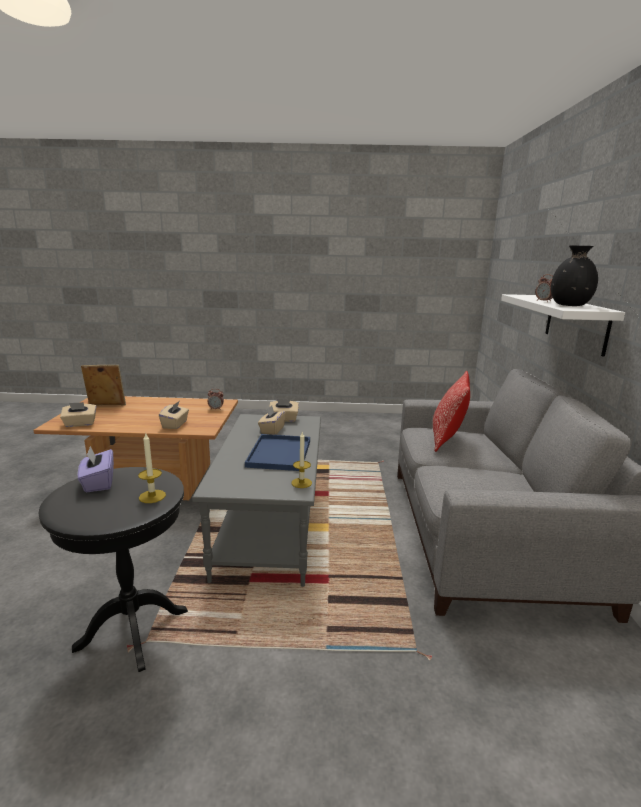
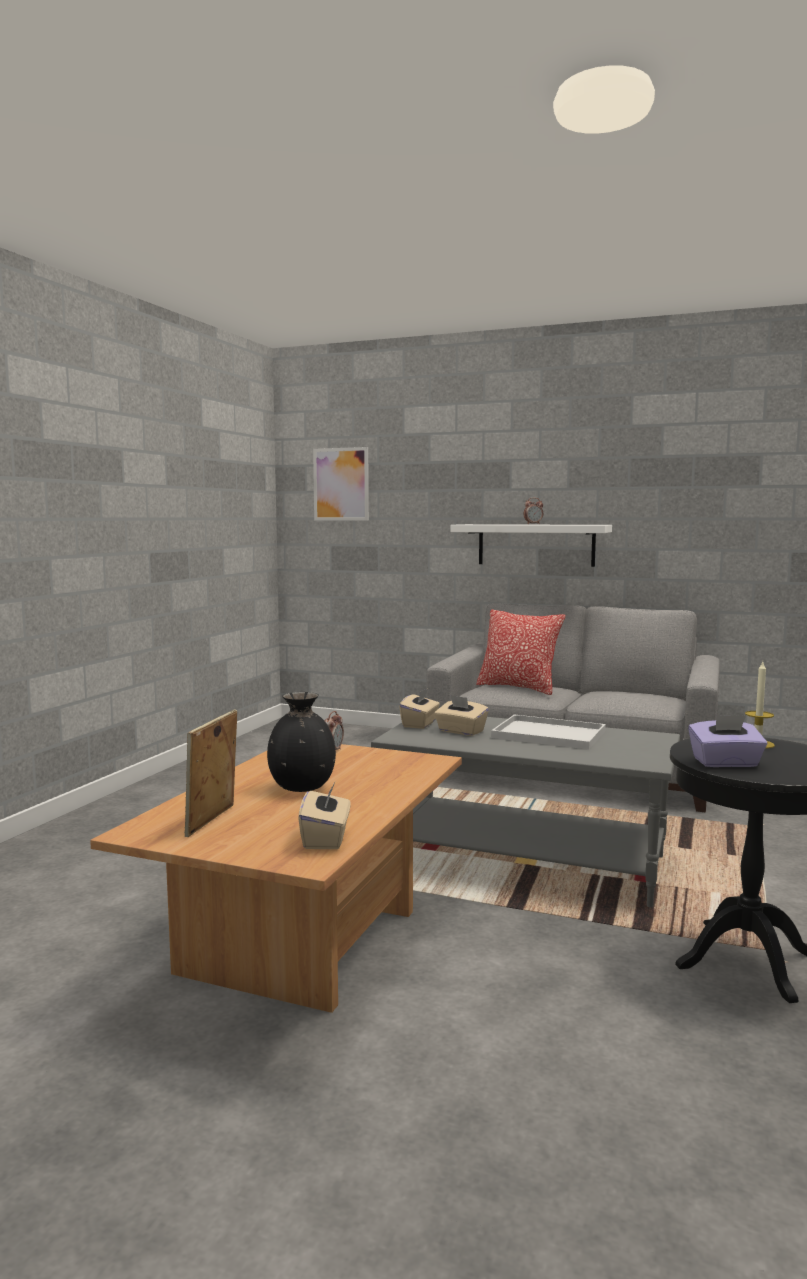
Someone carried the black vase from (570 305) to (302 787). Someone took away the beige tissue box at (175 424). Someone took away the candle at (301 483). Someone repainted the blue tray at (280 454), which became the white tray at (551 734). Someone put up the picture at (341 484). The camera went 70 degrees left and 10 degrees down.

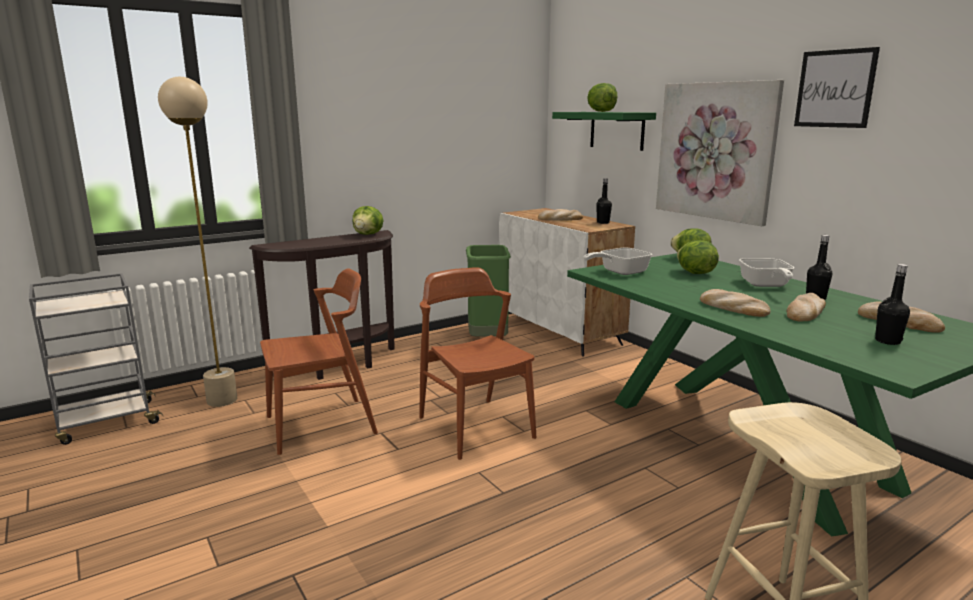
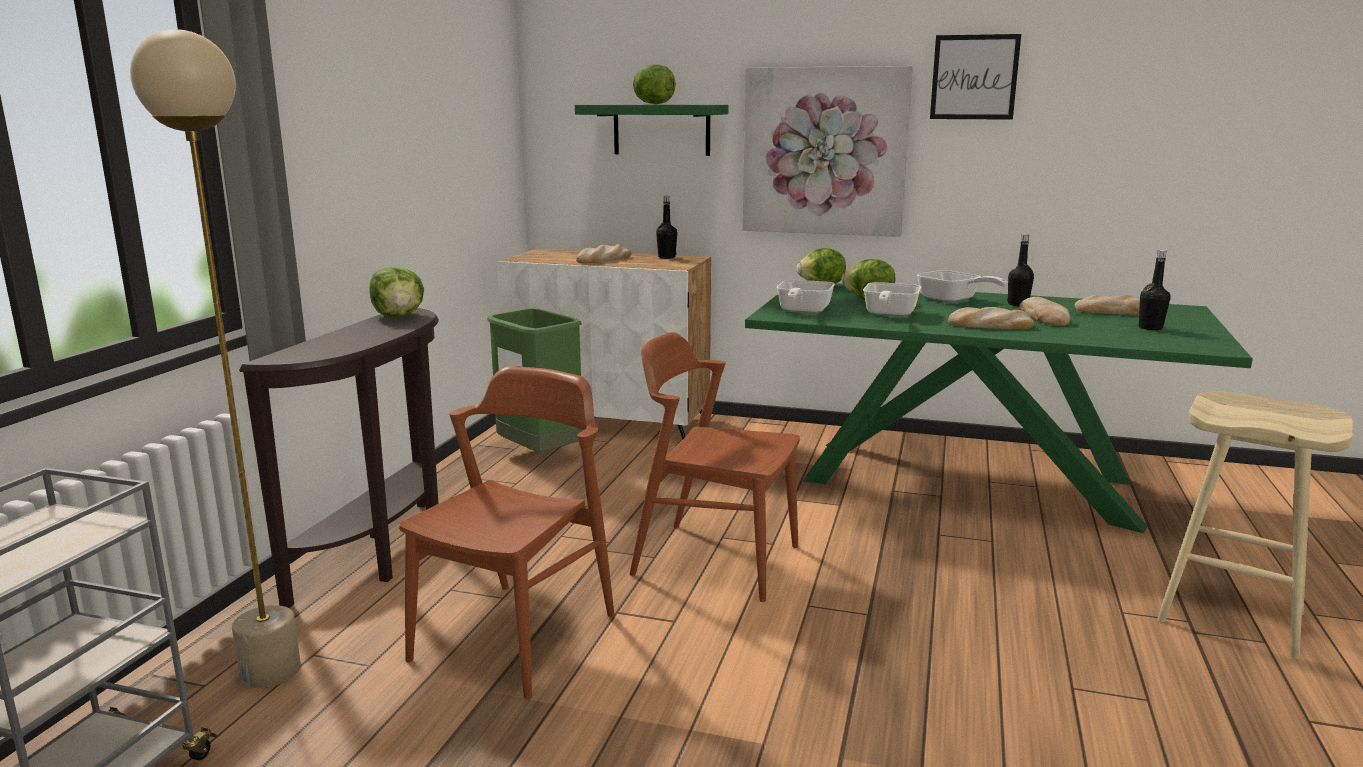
Someone put down the frying pan at (888 314). The camera went 40 degrees left and 0 degrees up.

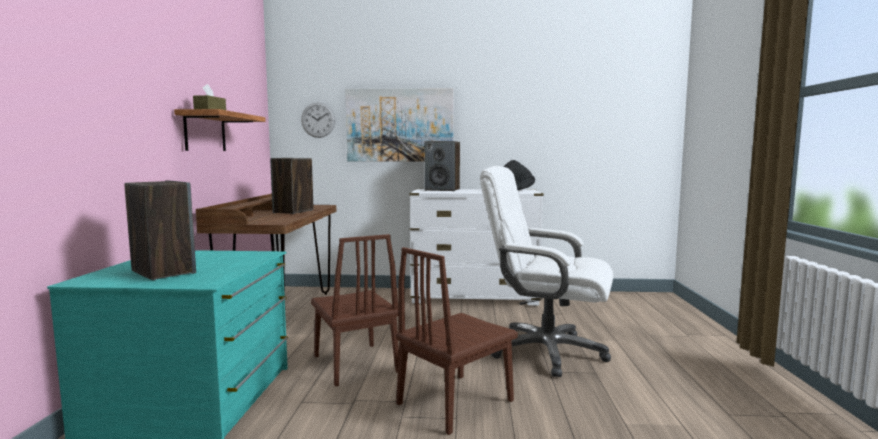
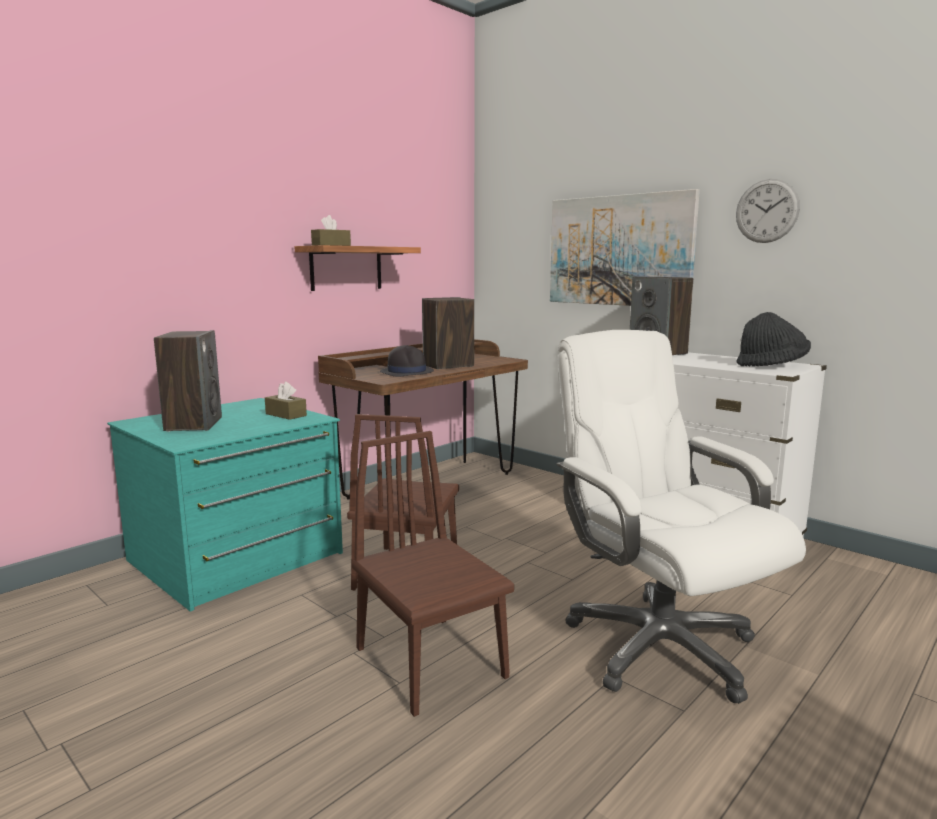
Someone carried the wall clock from (318 120) to (767 211). Someone rotated the brown chair at (455 402) by 60 degrees clockwise. Someone put down the black hat at (407 372). Someone put down the brown tissue box at (286 415). The camera went 40 degrees right and 5 degrees up.

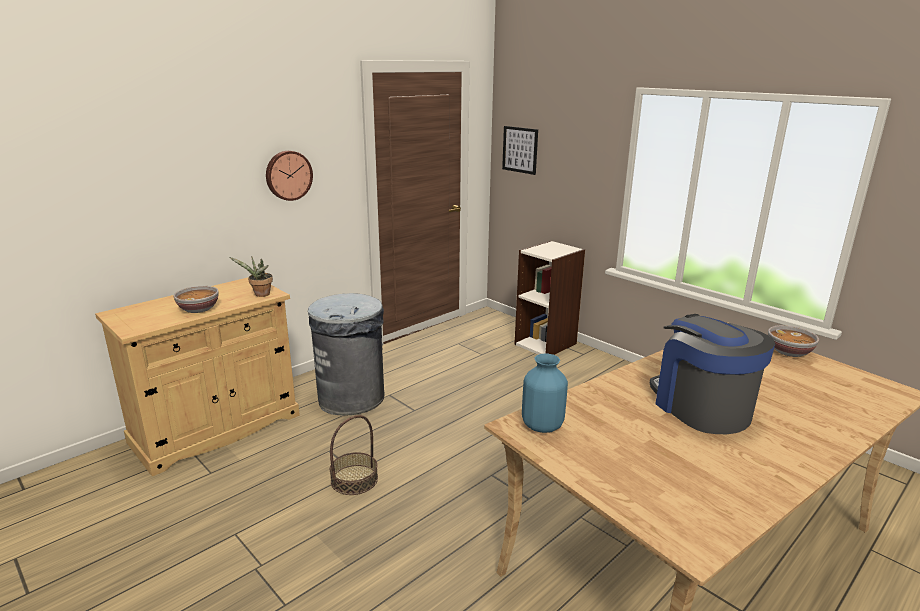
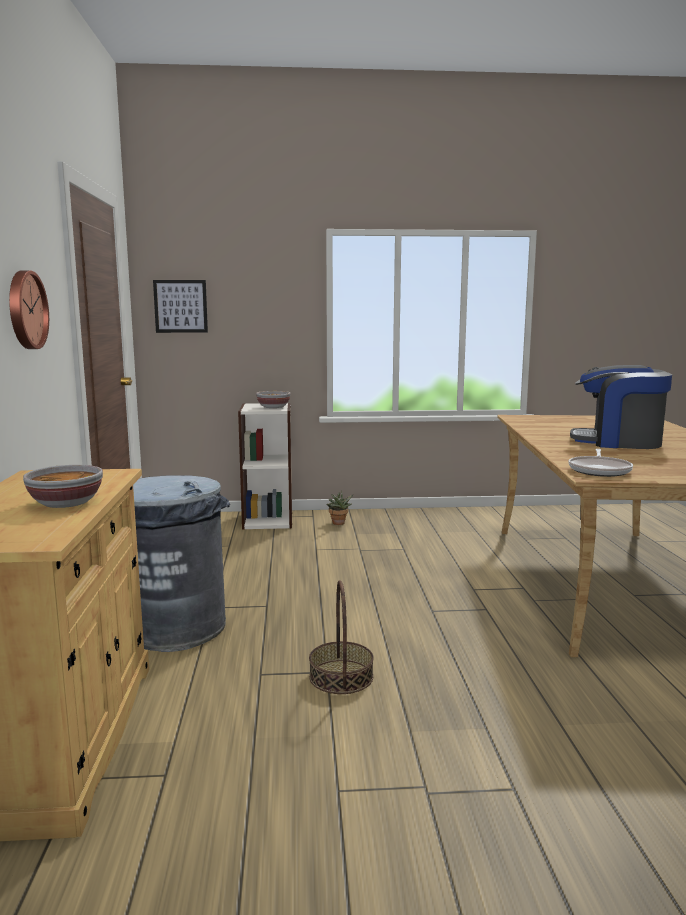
Someone carried the potted plant from (260 295) to (338 523). Someone carried the bowl from (789 352) to (273 407). Someone swapped the blue vase at (543 426) for the frying pan at (599 470). The camera went 50 degrees left and 10 degrees down.

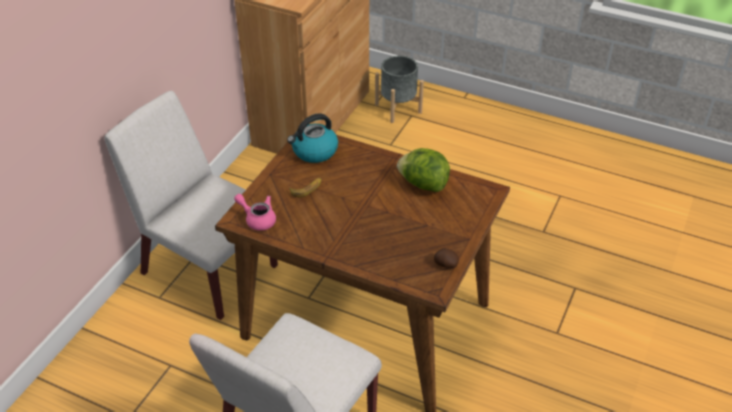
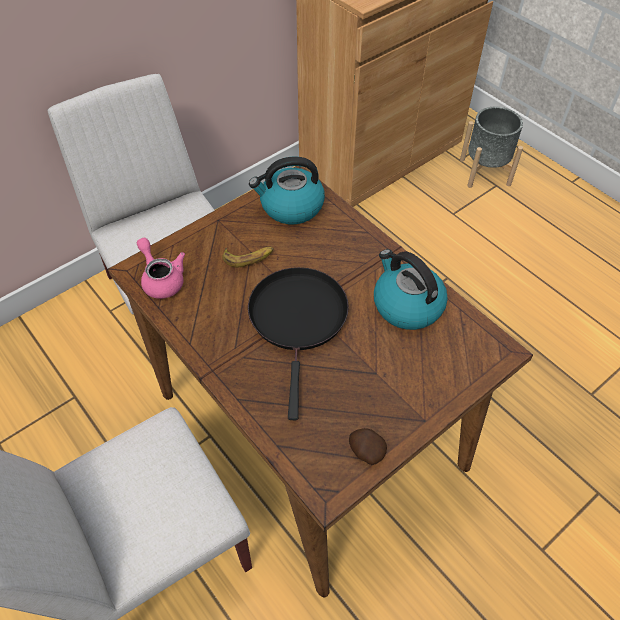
Someone swapped the lettuce at (423 184) for the kettle at (406 305). Someone put down the black frying pan at (298 320). The camera went 25 degrees right and 10 degrees up.

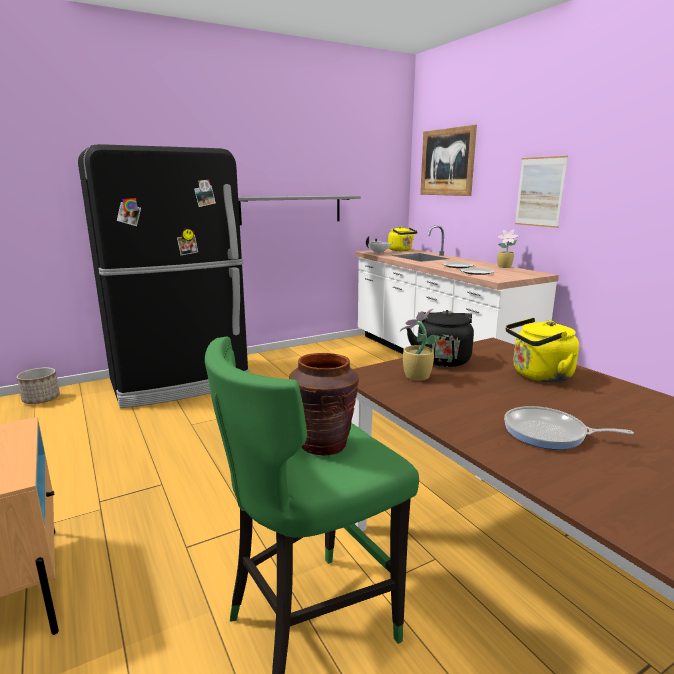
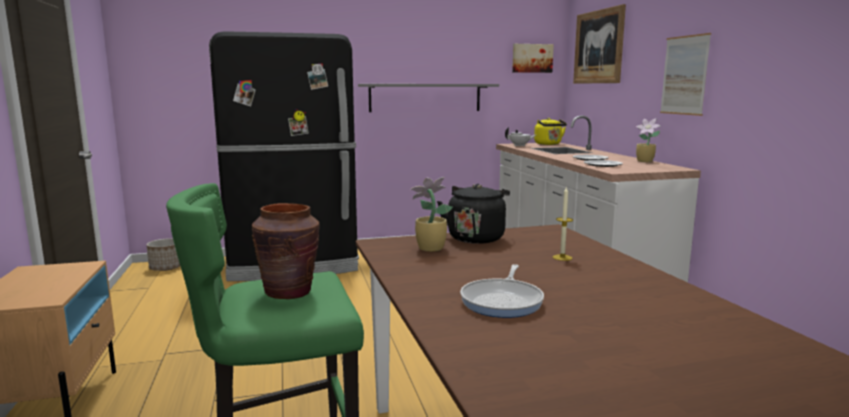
Someone swapped the yellow kettle at (538 376) for the candle at (562 257). Someone rotated the frying pan at (549 433) by 105 degrees counterclockwise. Someone put up the picture at (532 58). The camera went 15 degrees right and 5 degrees down.

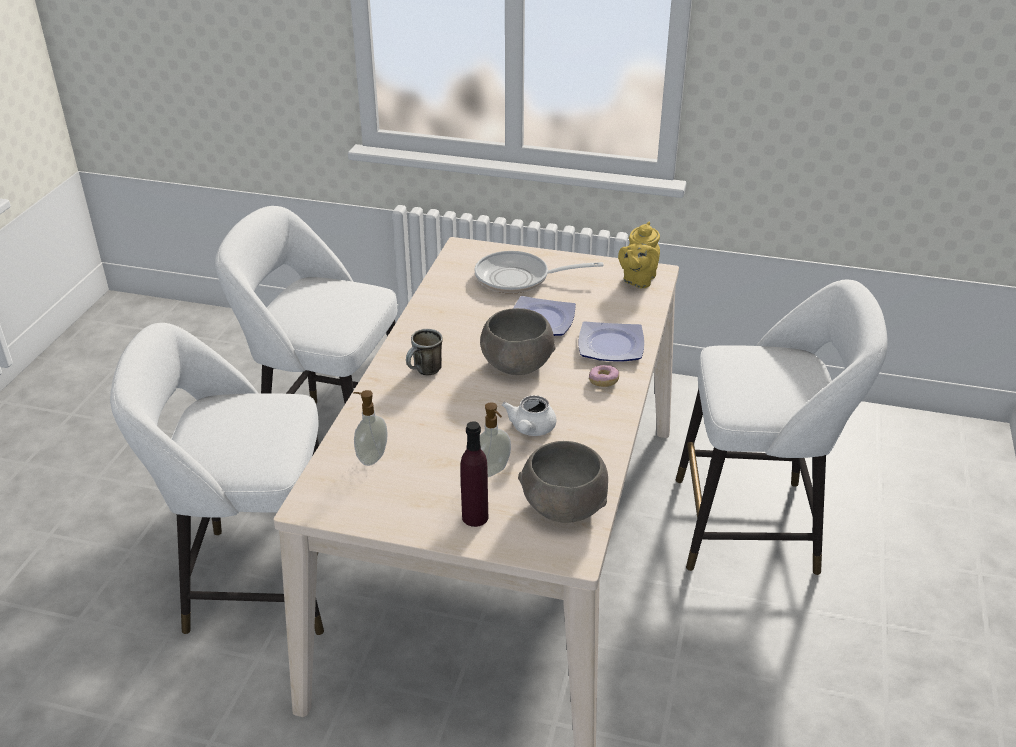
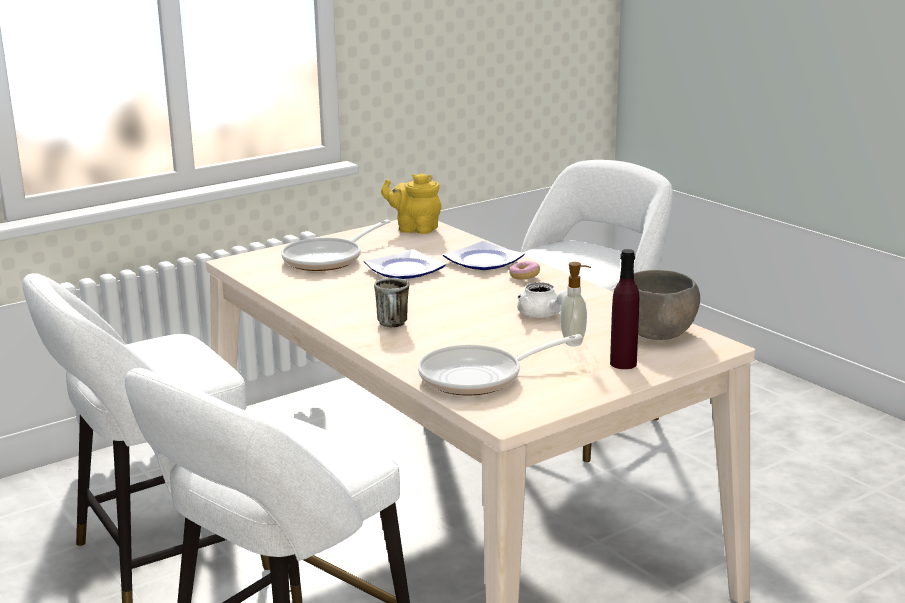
Someone rotated the yellow teapot at (638 280) by 135 degrees clockwise. Someone took away the grey bowl at (517 365). Someone swapped the soap dispenser at (371 457) for the frying pan at (479 377). The camera went 50 degrees left and 15 degrees down.

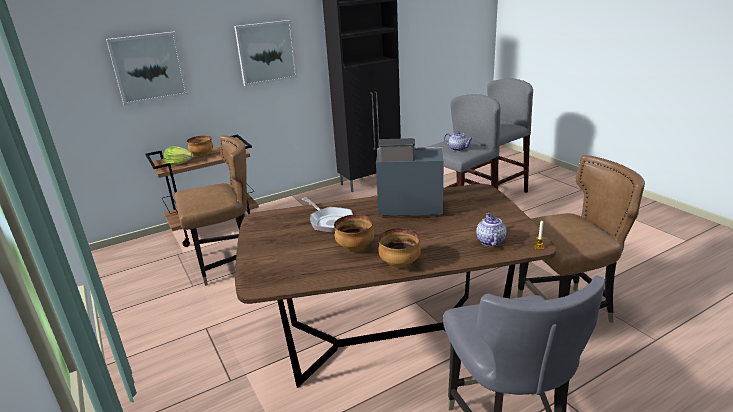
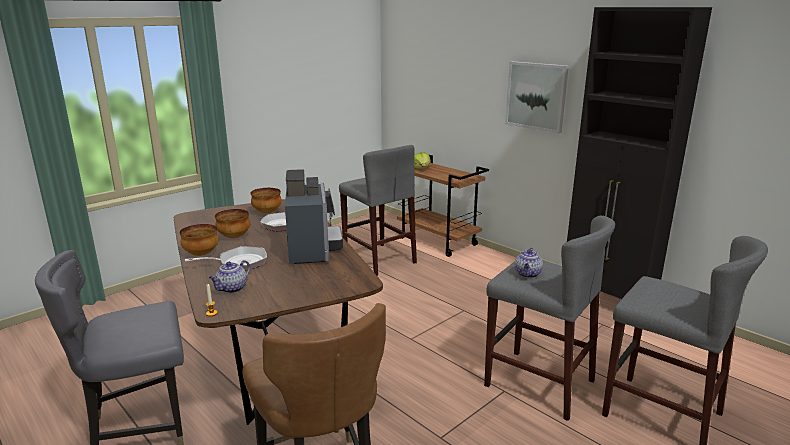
Someone took away the picture at (148 67). Someone swapped the brown chair at (227 263) for the grey stool at (379 259). Someone carried the bowl from (202 155) to (267 212). Someone rotated the teapot at (490 241) by 135 degrees clockwise. Someone put down the frying pan at (239 263). The camera went 75 degrees right and 5 degrees down.

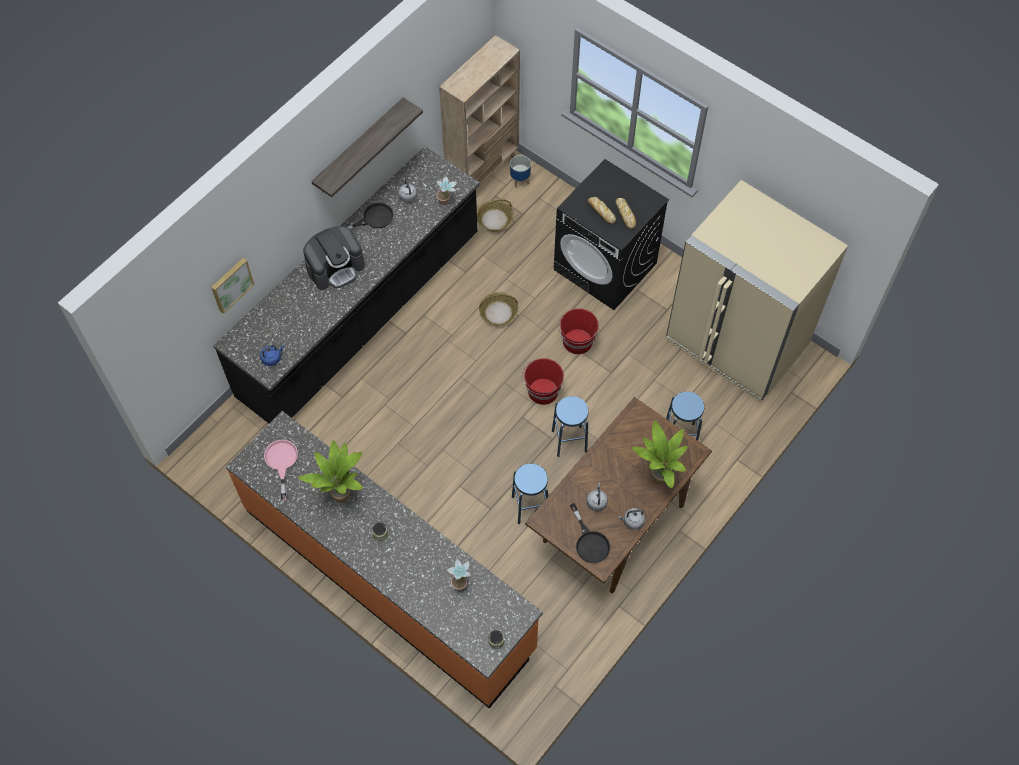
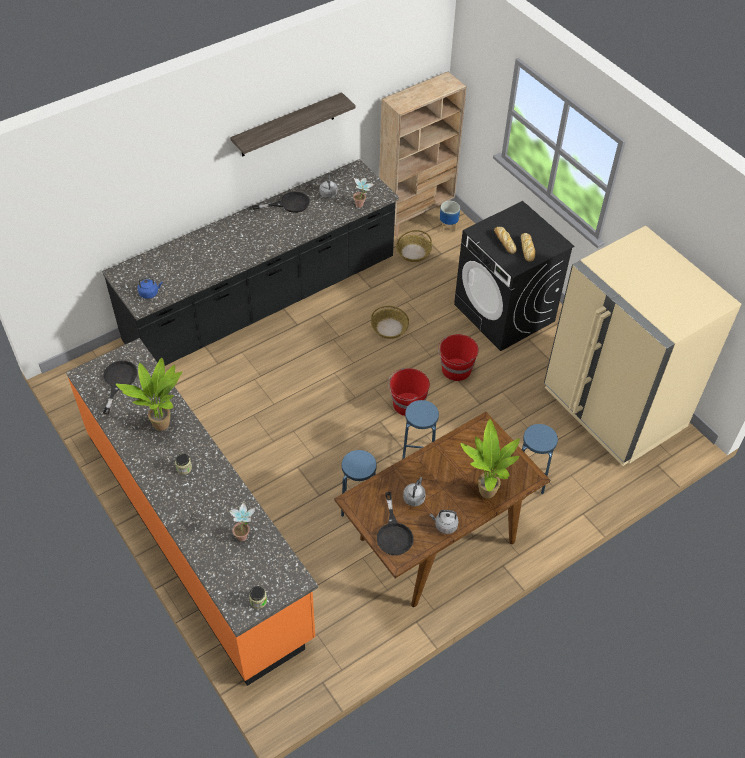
Someone took away the coffee machine at (336 267). Someone took away the picture at (231 284). Someone repainted the pink frying pan at (281 462), which became the black frying pan at (118 381). The camera went 15 degrees right and 10 degrees down.

